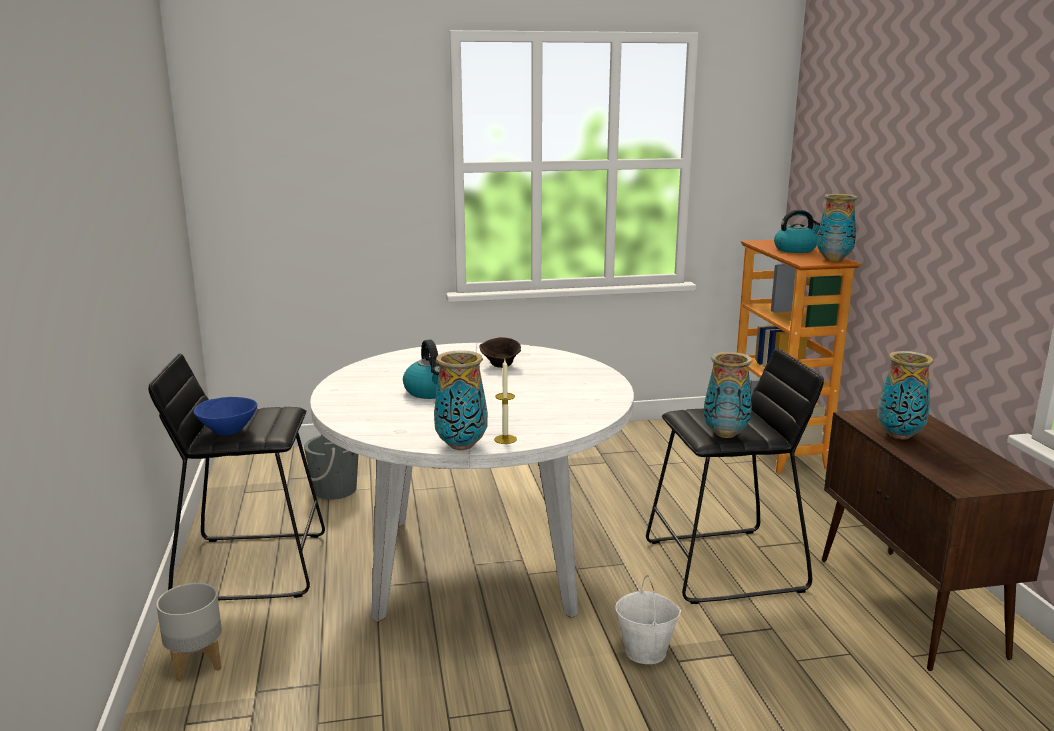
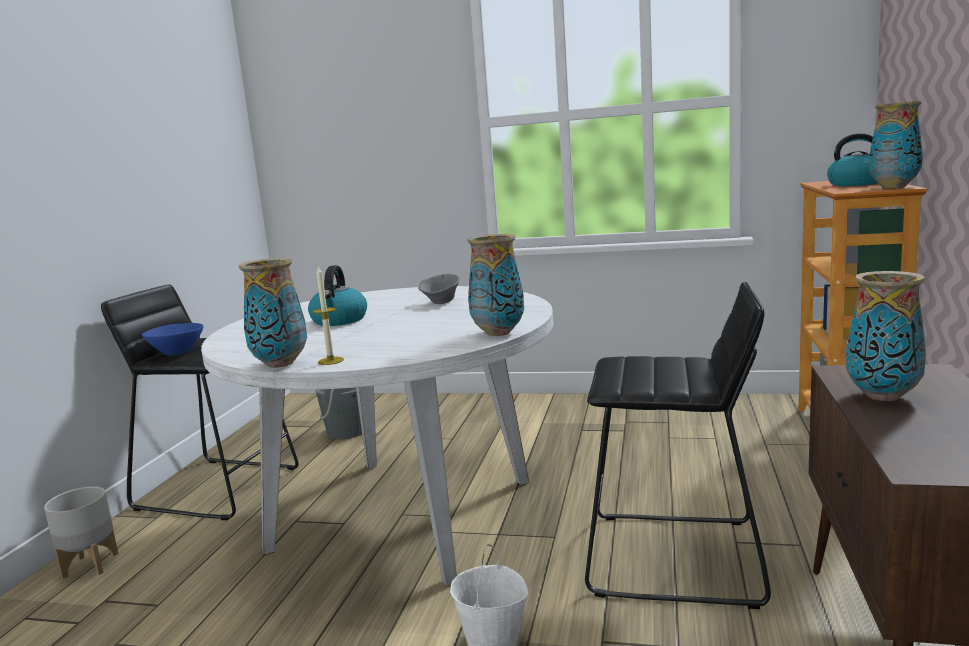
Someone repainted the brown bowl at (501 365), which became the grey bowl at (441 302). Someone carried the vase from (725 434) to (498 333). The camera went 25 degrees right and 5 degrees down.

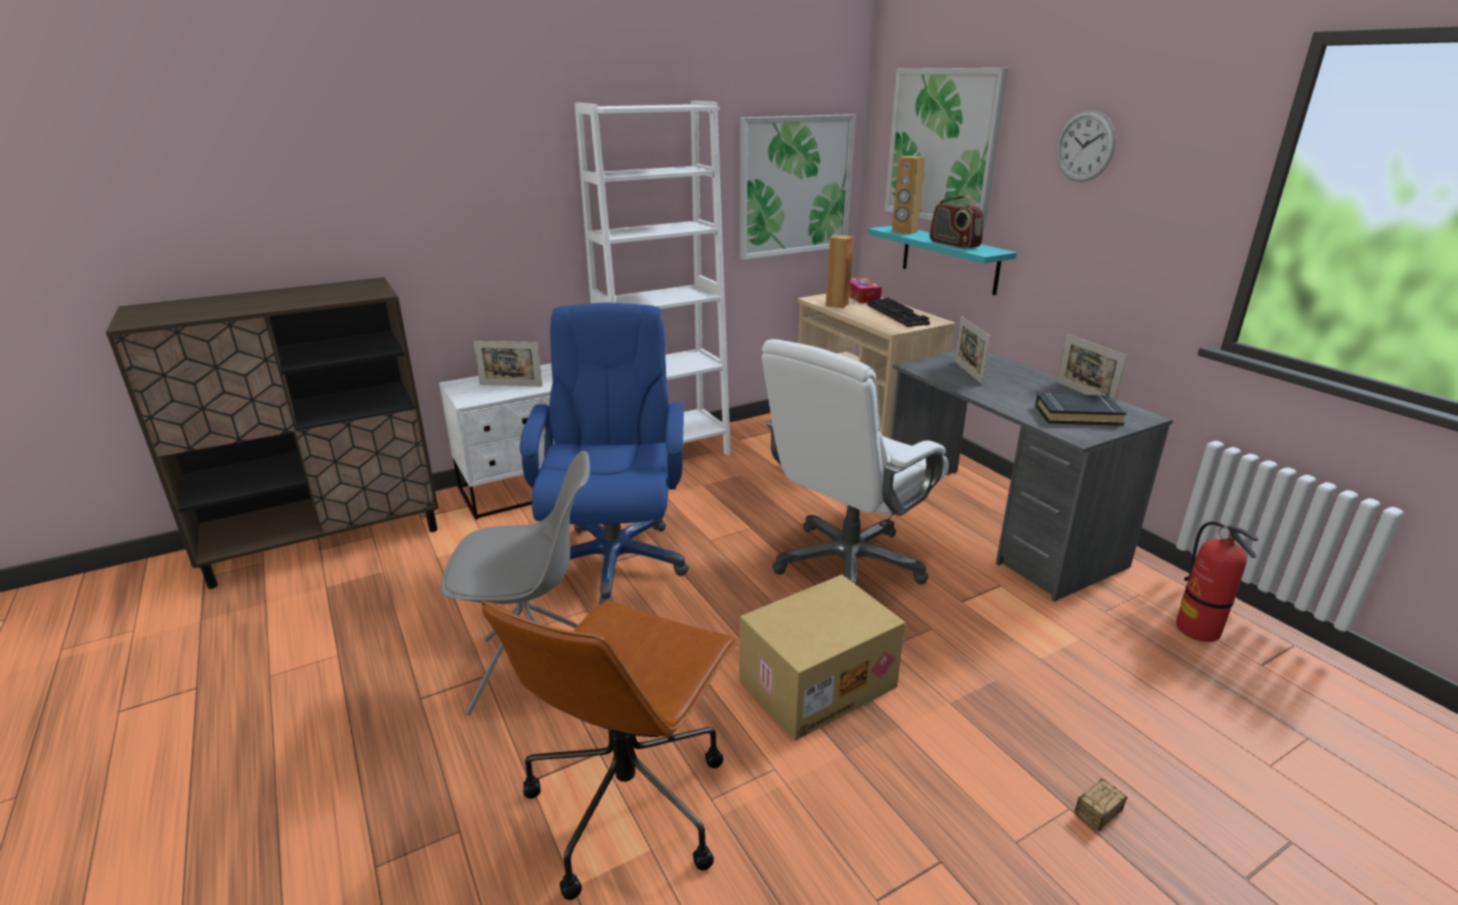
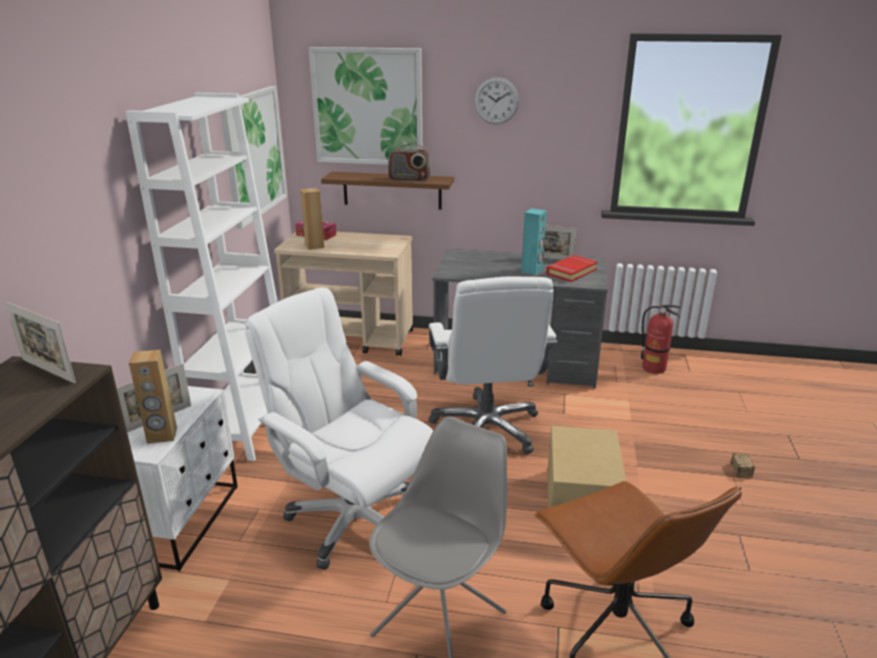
Someone carried the brown speaker from (904 232) to (162 435). Someone repainted the turquoise shelf at (949 259), which became the brown shelf at (392 190). Someone took away the keyboard at (899 315). Someone repainted the blue office chair at (614 560), which became the white office chair at (353 519). Someone carried the picture frame from (968 372) to (48 371). Someone repainted the black book at (1077 415), which became the red book at (571 272). Someone put down the turquoise speaker at (532 271). The camera went 50 degrees left and 0 degrees up.

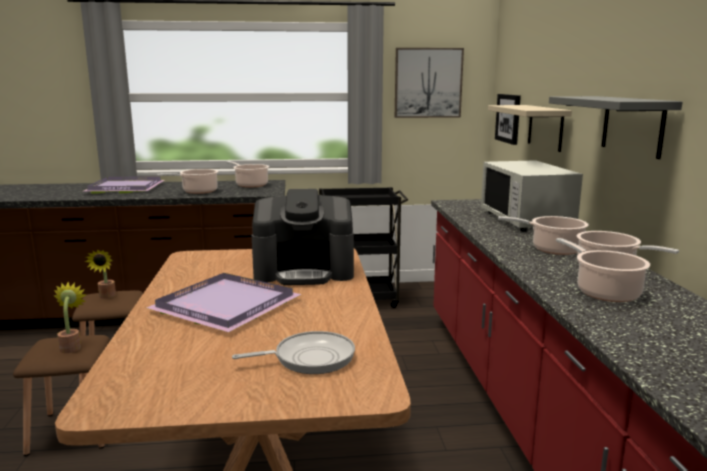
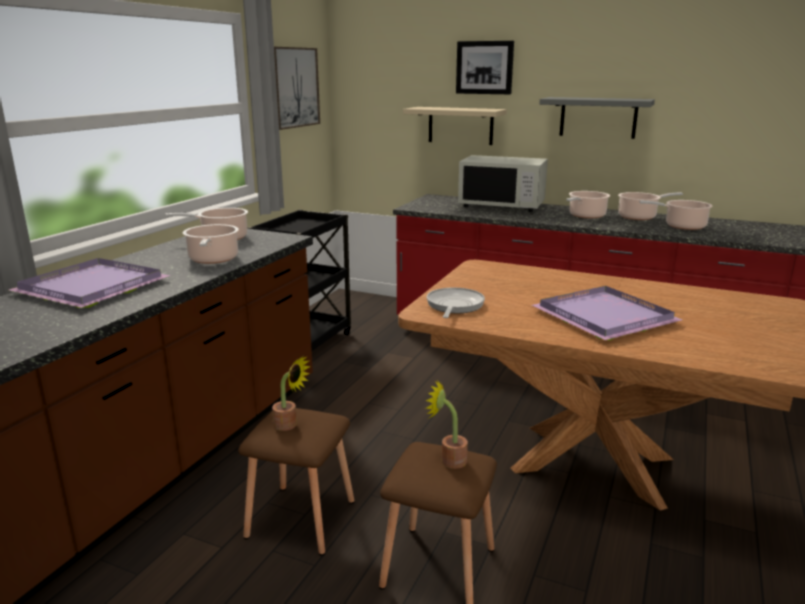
Someone carried the picture from (508 118) to (484 67). Someone took away the coffee machine at (304 271). Someone carried the frying pan from (309 358) to (454 306). The camera went 60 degrees left and 5 degrees up.

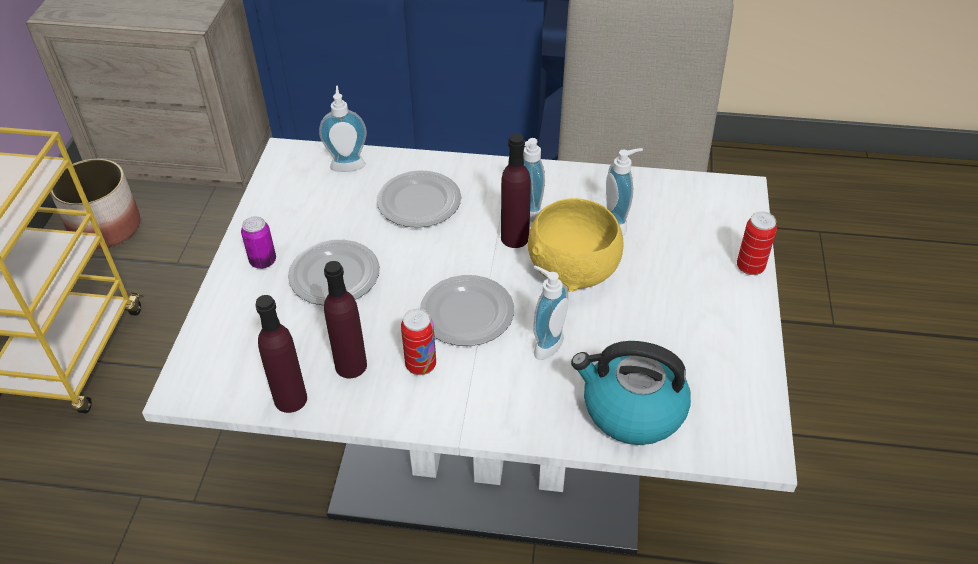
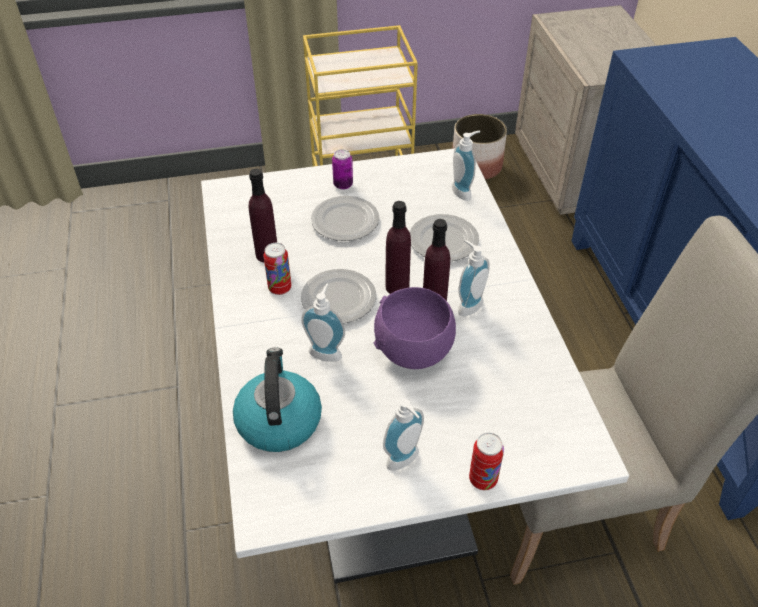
Someone carried the soap dispenser from (619 222) to (405 461). Someone repainted the yellow bowl at (575 271), which became the purple bowl at (414 351). Someone carried the purple bottle from (290 399) to (397 287). The camera went 70 degrees right and 0 degrees up.

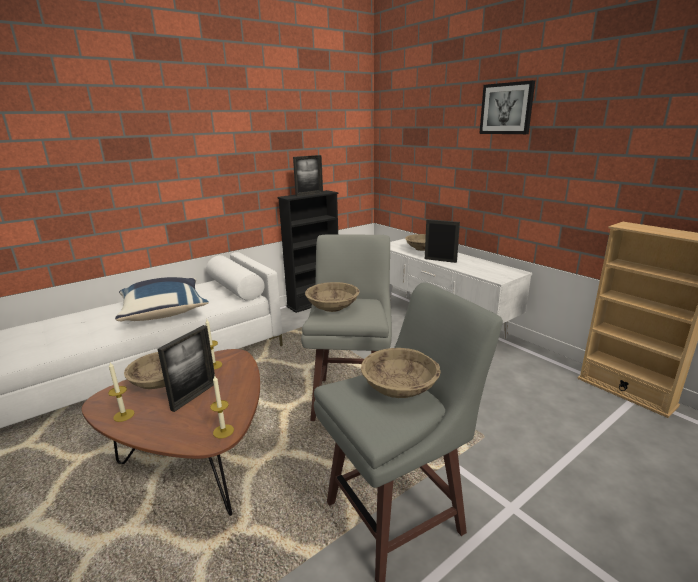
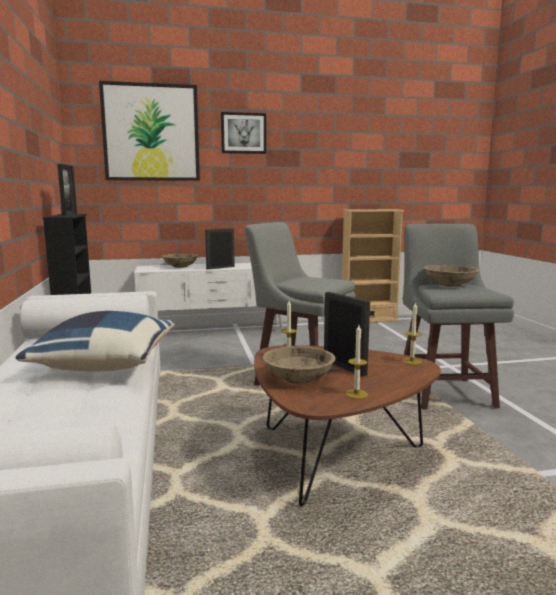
Someone took away the beige bowl at (333 307). Someone put up the picture at (151 133). The camera went 65 degrees left and 10 degrees down.

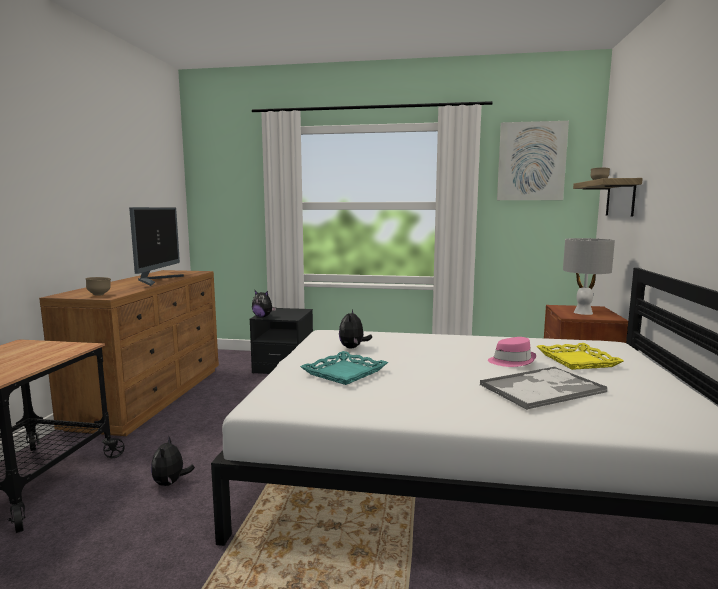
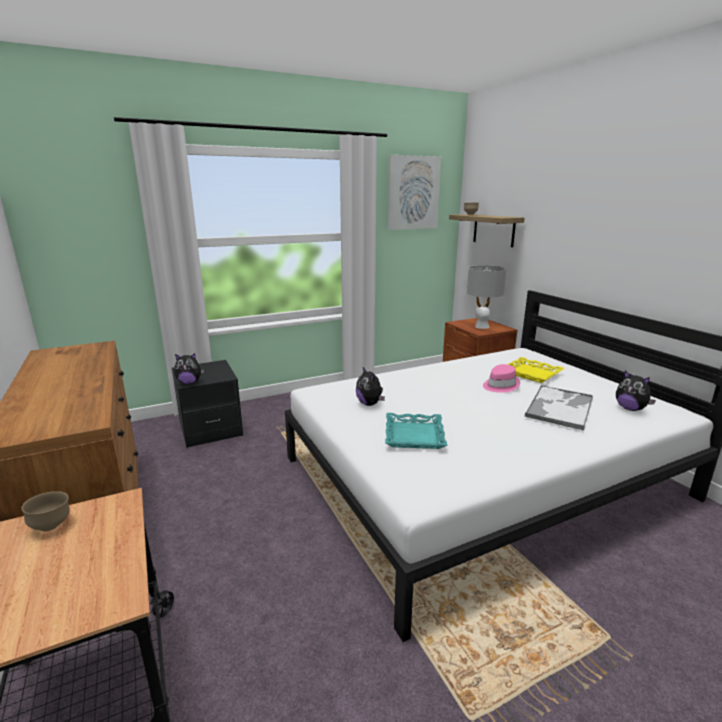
Someone took away the monitor at (157 280). Someone carried the brown bowl from (99 295) to (52 526). Someone carried the plush toy from (171 483) to (630 408). The camera went 35 degrees left and 10 degrees up.

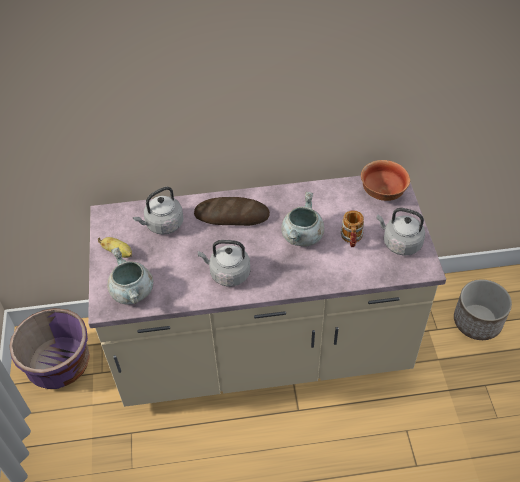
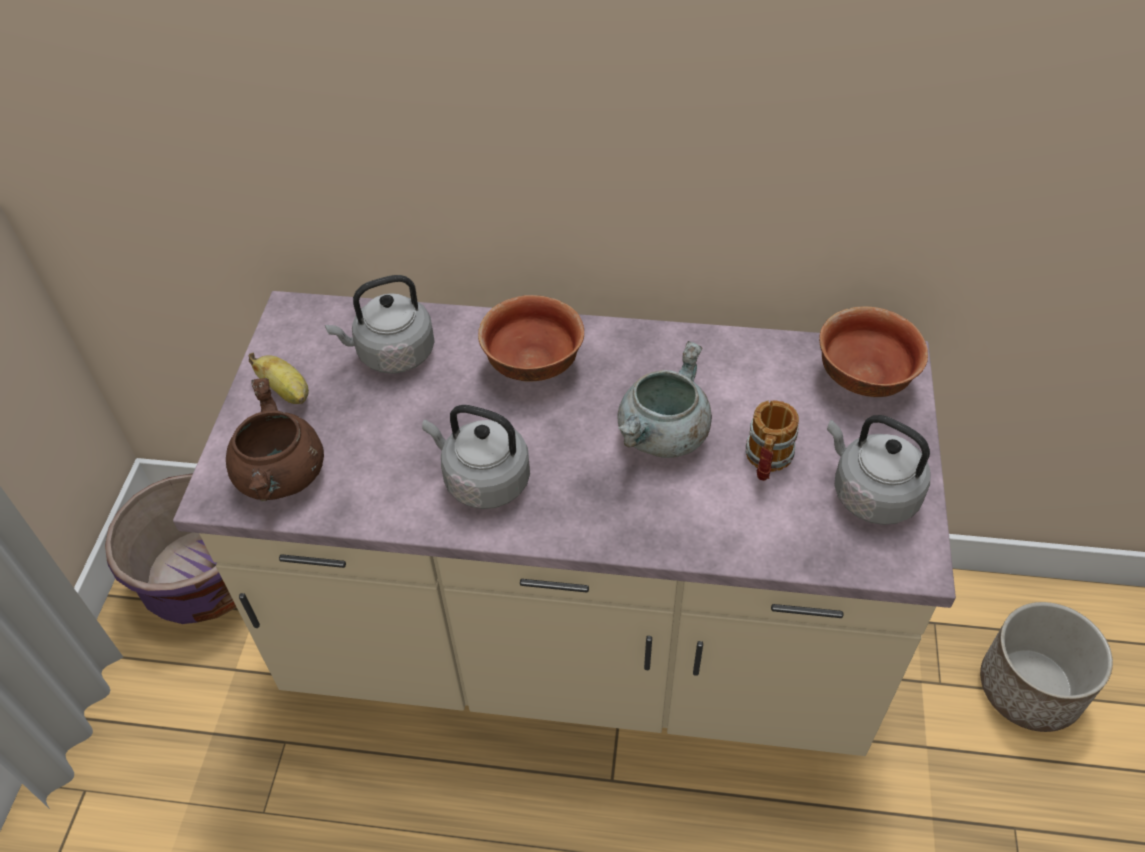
Someone swapped the bread at (231 215) for the bowl at (533 363). Someone repainted the grey cooking pot at (133 292), which became the brown cooking pot at (282 476). The camera went 15 degrees right and 0 degrees up.

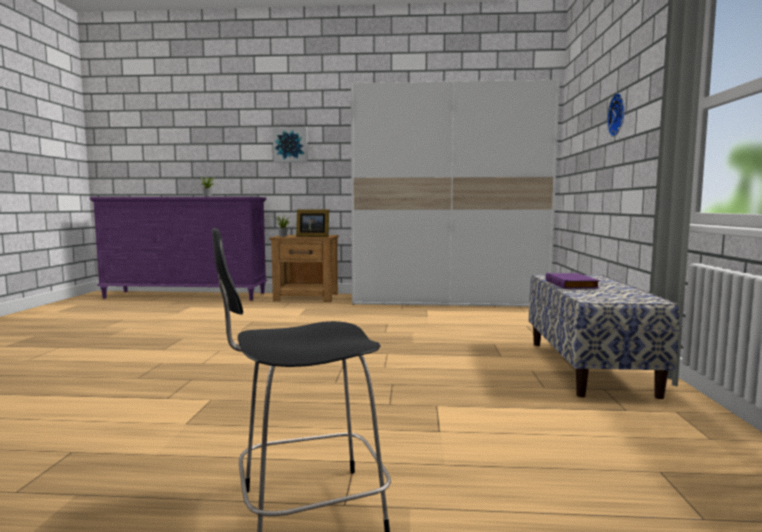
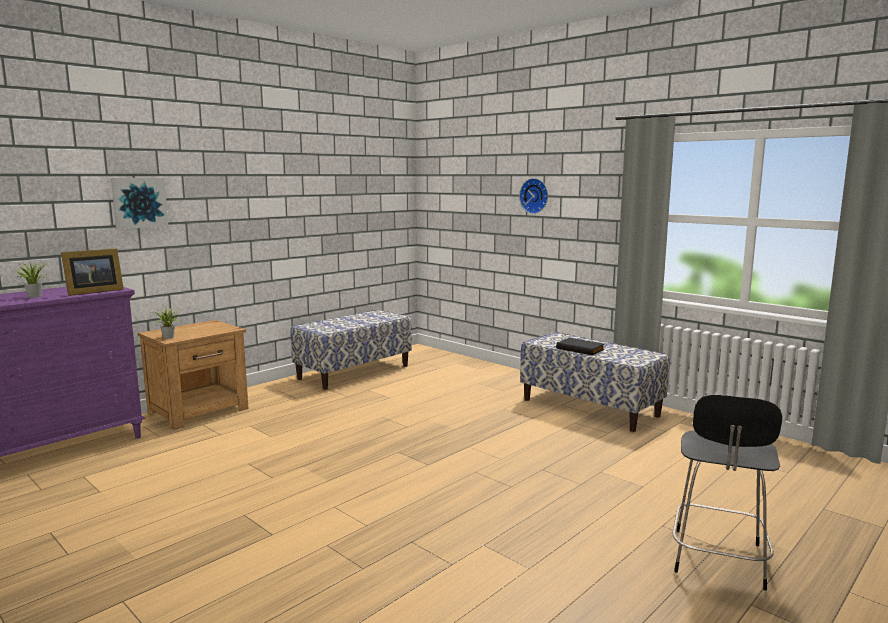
Someone swapped the white wardrobe at (448 300) for the bench at (354 372). Someone carried the picture frame from (312 236) to (92 292). Someone repainted the purple book at (572 284), which became the black book at (581 349). The camera went 50 degrees left and 5 degrees up.

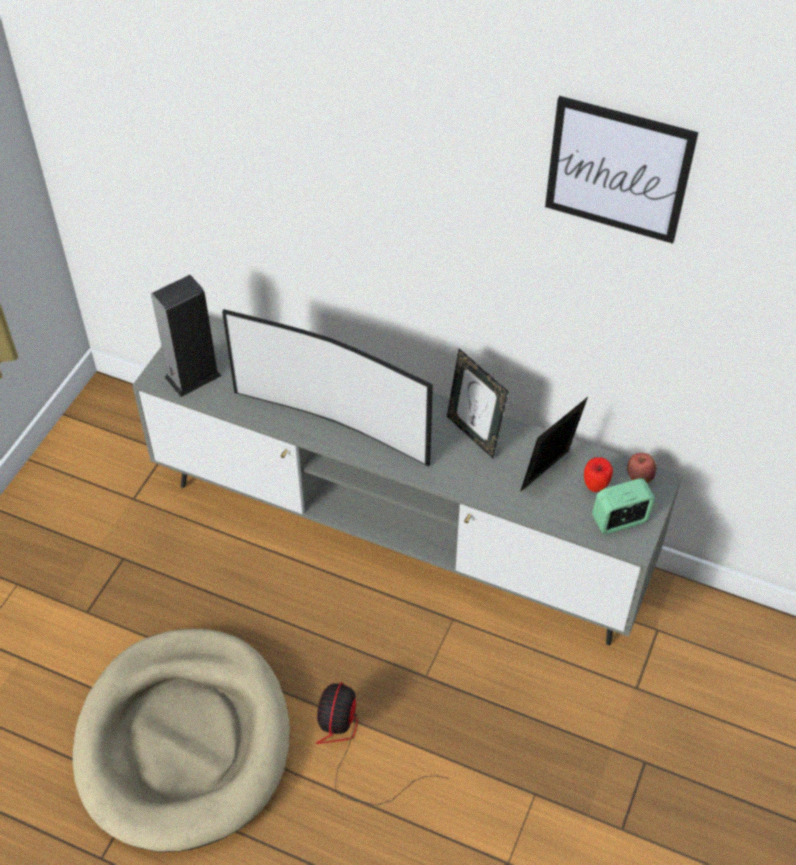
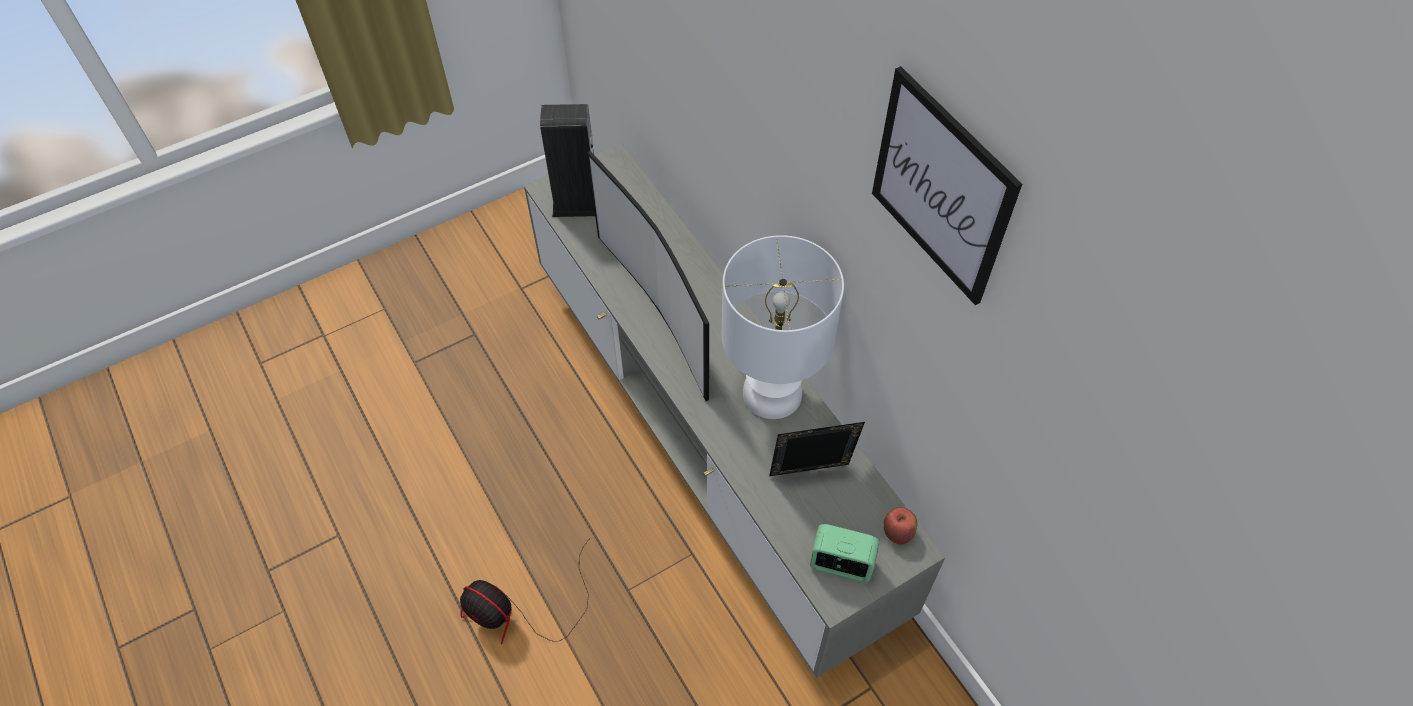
Someone swapped the picture frame at (474 434) for the white table lamp at (773 395). Someone took away the apple at (595 486). Someone took away the beige dog bed at (184 741). Someone rotated the fan at (353 746) by 105 degrees counterclockwise. The camera went 35 degrees right and 5 degrees up.

